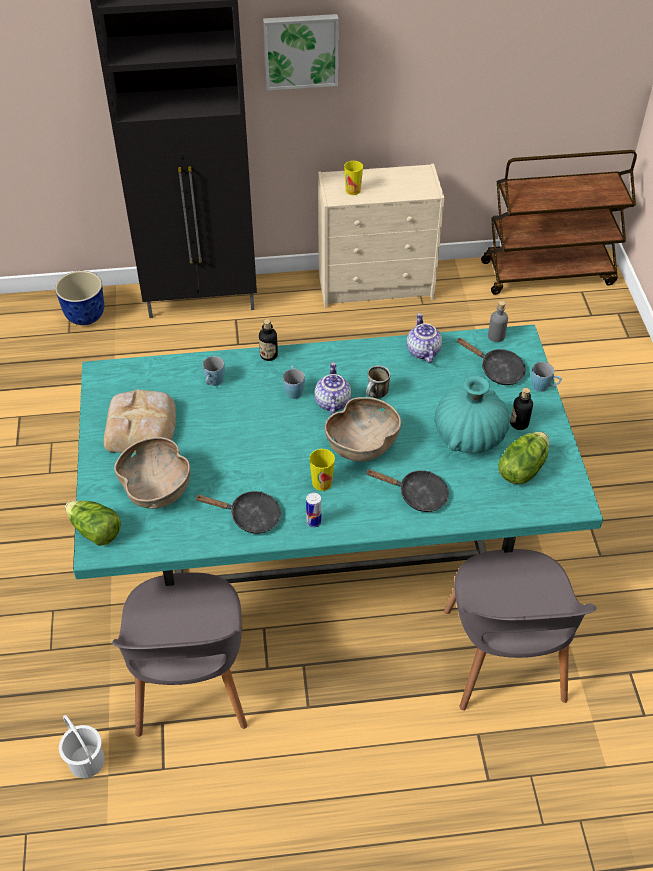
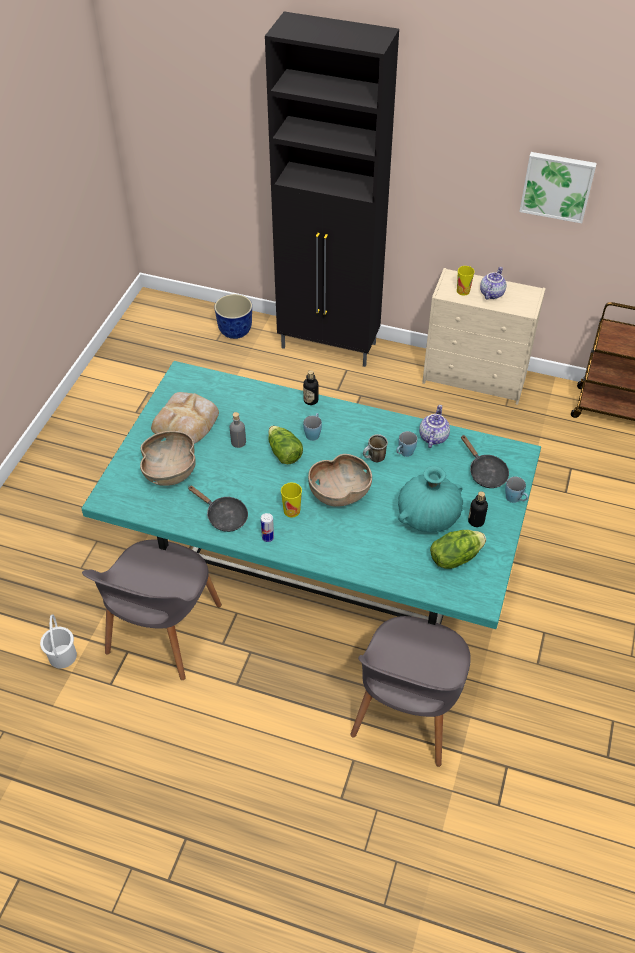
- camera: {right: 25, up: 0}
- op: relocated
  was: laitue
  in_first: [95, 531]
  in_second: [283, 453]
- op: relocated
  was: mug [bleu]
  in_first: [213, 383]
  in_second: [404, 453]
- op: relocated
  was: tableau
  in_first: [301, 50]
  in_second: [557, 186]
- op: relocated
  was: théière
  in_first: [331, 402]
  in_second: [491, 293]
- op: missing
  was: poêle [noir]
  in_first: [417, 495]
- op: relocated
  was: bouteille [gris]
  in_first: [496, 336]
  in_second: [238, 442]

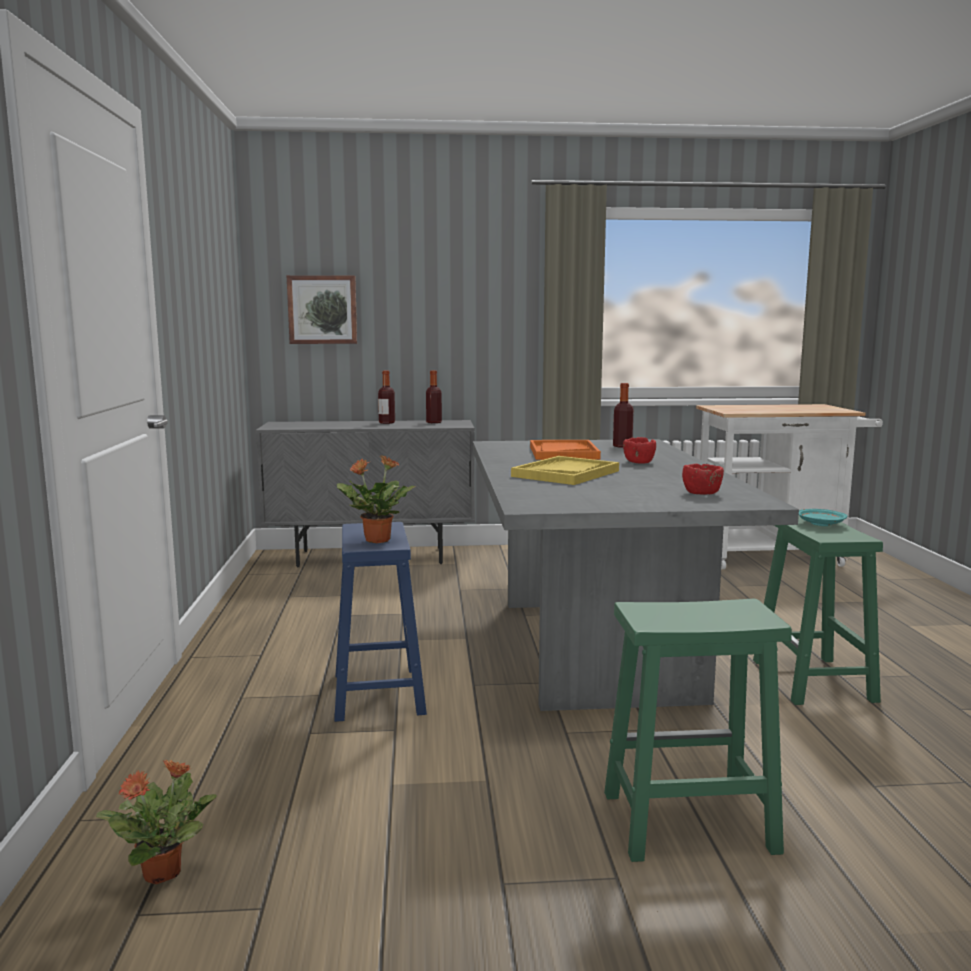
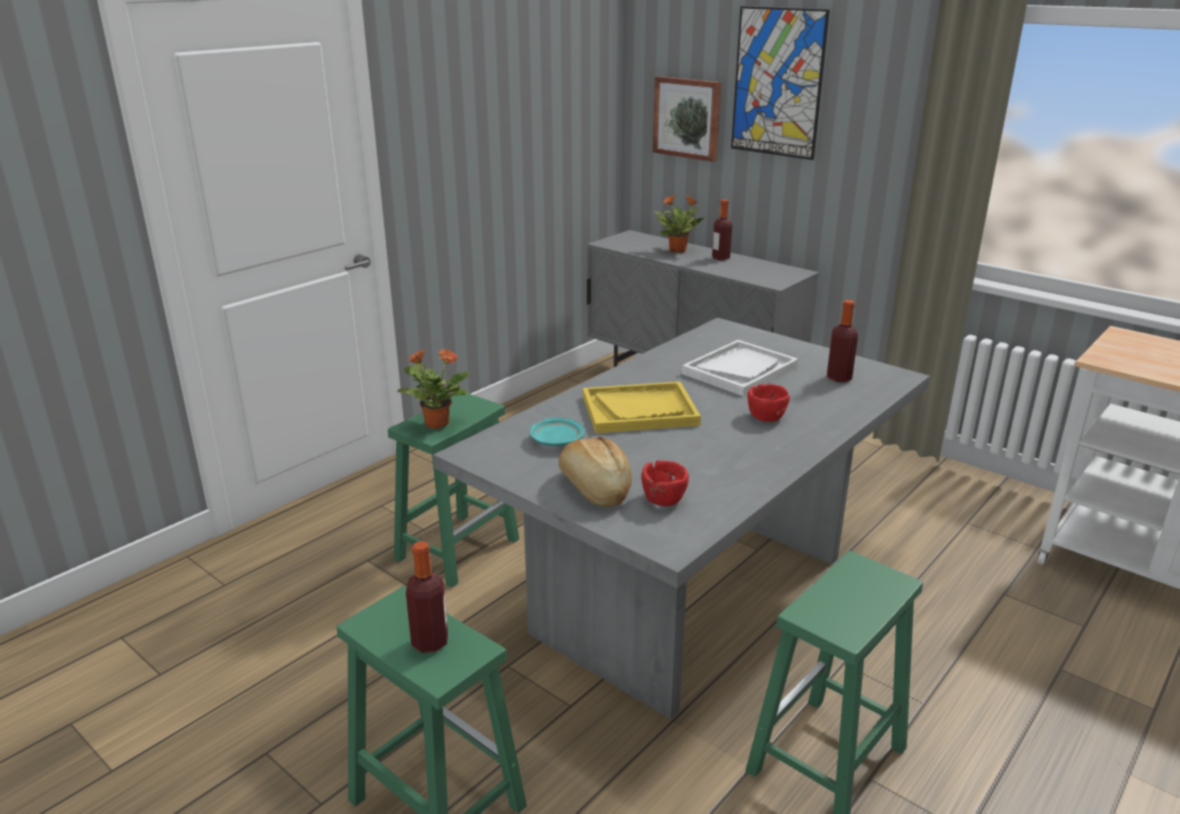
- camera: {right: 45, up: 15}
- op: relocated
  was: plante en pot
  in_first: [164, 872]
  in_second: [678, 250]
- op: colour
  was: tabouret [bleu]
  now: tabouret [vert]
  in_first: [378, 692]
  in_second: [458, 548]
- op: relocated
  was: bouteille
  in_first: [434, 422]
  in_second: [430, 642]
- op: colour
  was: plateau [orange]
  now: plateau [blanc]
  in_first: [563, 453]
  in_second: [740, 370]
- op: relocated
  was: assiette [turquoise]
  in_first: [820, 524]
  in_second: [556, 440]
- op: appeared
  now: pain
  in_second: [594, 489]
- op: appeared
  now: tableau
  in_second: [778, 83]

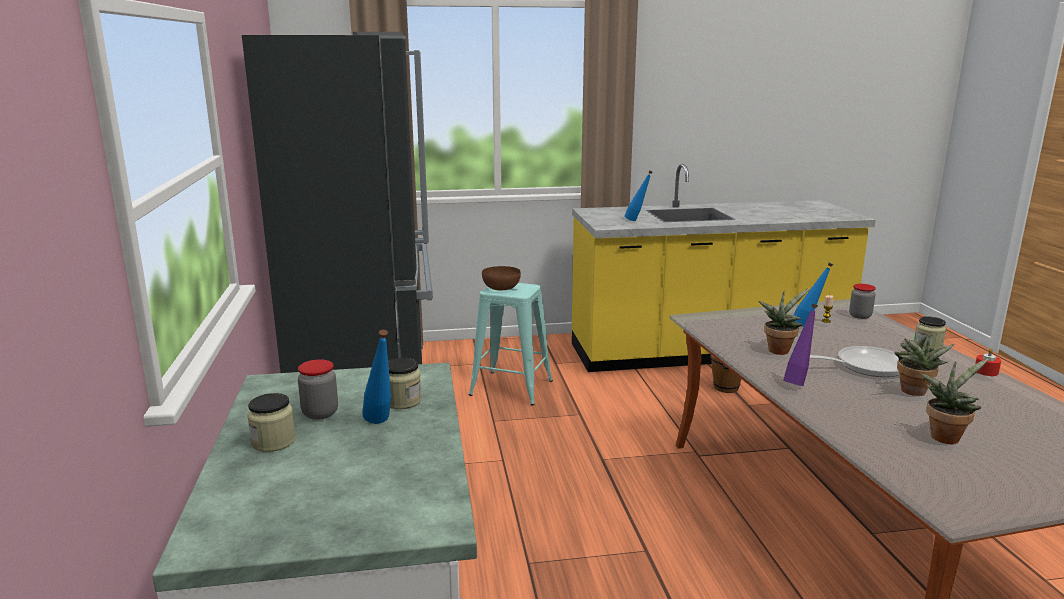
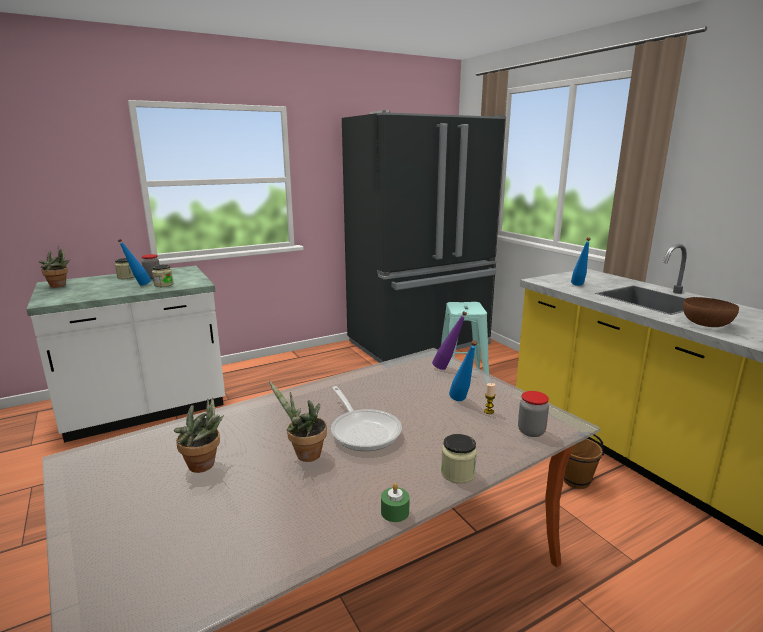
- camera: {right: 70, up: 0}
- op: relocated
  was: bol [marron]
  in_first: [501, 288]
  in_second: [705, 323]
- op: relocated
  was: plante en pot
  in_first: [779, 349]
  in_second: [60, 286]
- op: relocated
  was: bouteille [violet]
  in_first: [797, 383]
  in_second: [447, 369]
- op: colour
  was: bougie [rouge]
  now: bougie [vert]
  in_first: [986, 371]
  in_second: [395, 512]

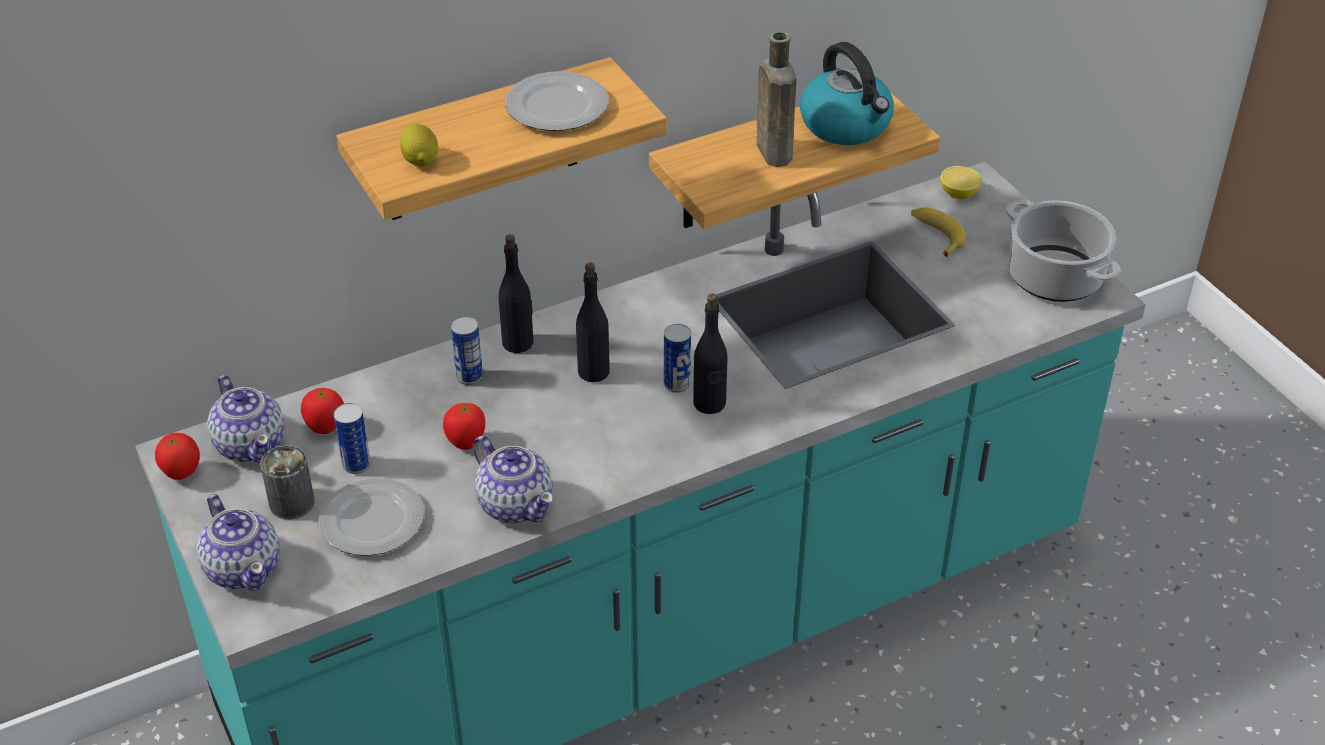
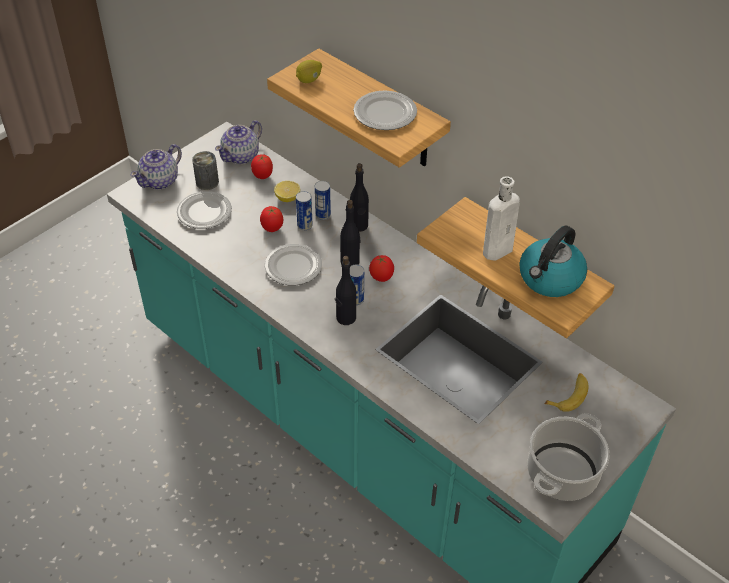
- camera: {right: 70, up: 5}
- op: relocated
  was: tomate
  in_first: [181, 473]
  in_second: [381, 278]
- op: relocated
  was: boîte métallique
  in_first: [356, 465]
  in_second: [304, 226]
- op: missing
  was: théière
  in_first: [515, 504]
- op: colour
  was: bouteille [marron]
  now: bouteille [blanc]
  in_first: [772, 150]
  in_second: [499, 249]
- op: relocated
  was: citron
  in_first: [958, 193]
  in_second: [287, 198]
- op: appeared
  now: assiette
  in_second: [293, 266]

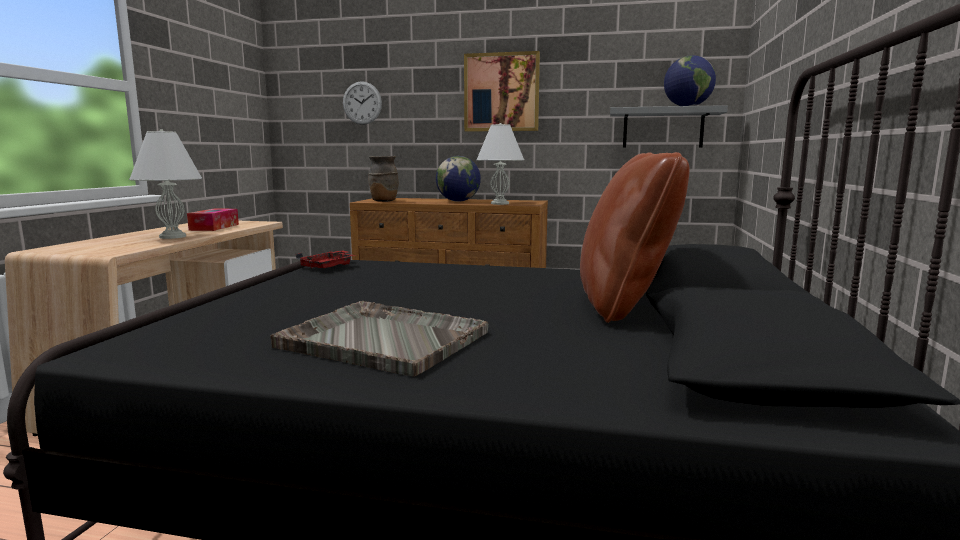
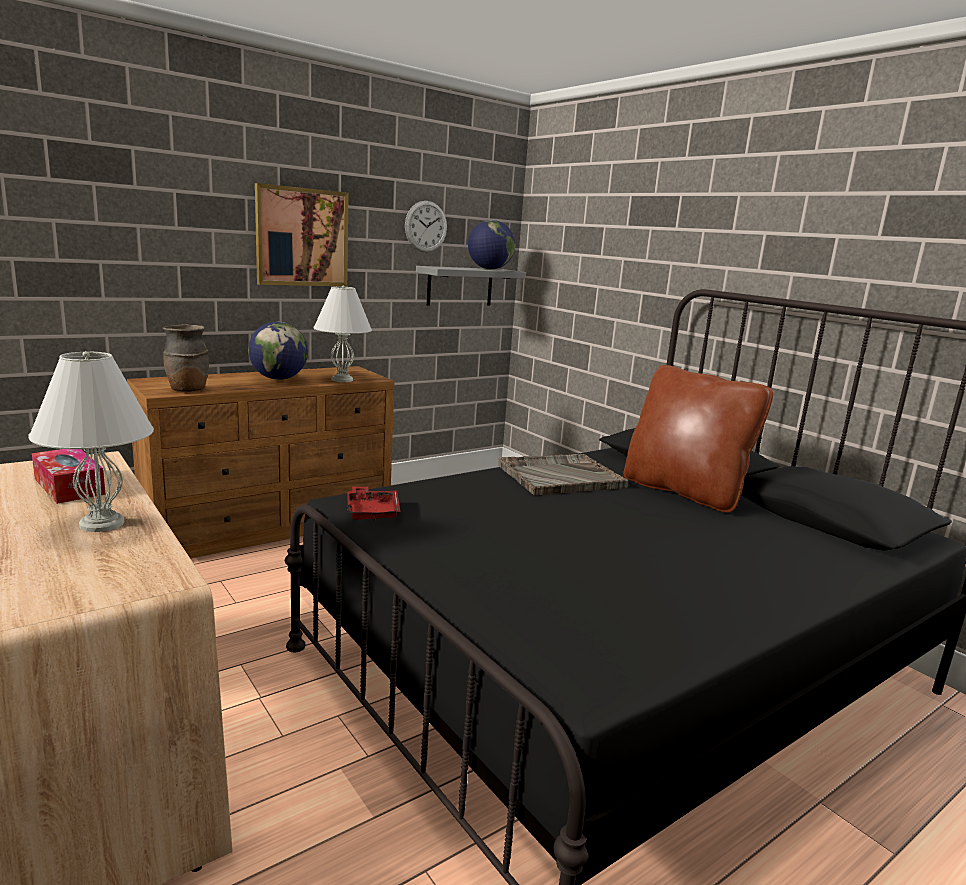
- camera: {right: -50, up: 5}
- op: relocated
  was: plateau [gris]
  in_first: [382, 339]
  in_second: [559, 476]
- op: relocated
  was: horloge murale
  in_first: [362, 103]
  in_second: [426, 226]

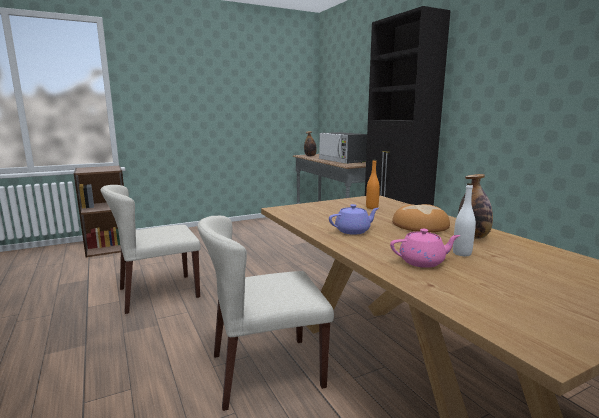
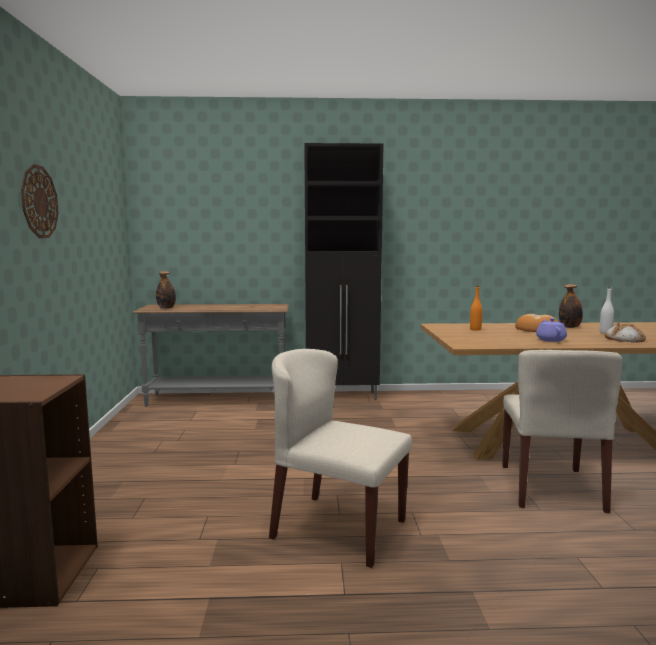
- camera: {right: -65, up: -5}
- op: spun
  was: chaise [beige]
  in_first: [158, 293]
  in_second: [337, 528]
  clockwise: 120
- op: missing
  was: micro-ondes
  in_first: [342, 161]
- op: exchanged
  was: théière [rose]
  now: pain
  in_first: [423, 262]
  in_second: [624, 339]
- op: appeared
  now: horloge murale
  in_second: [39, 202]

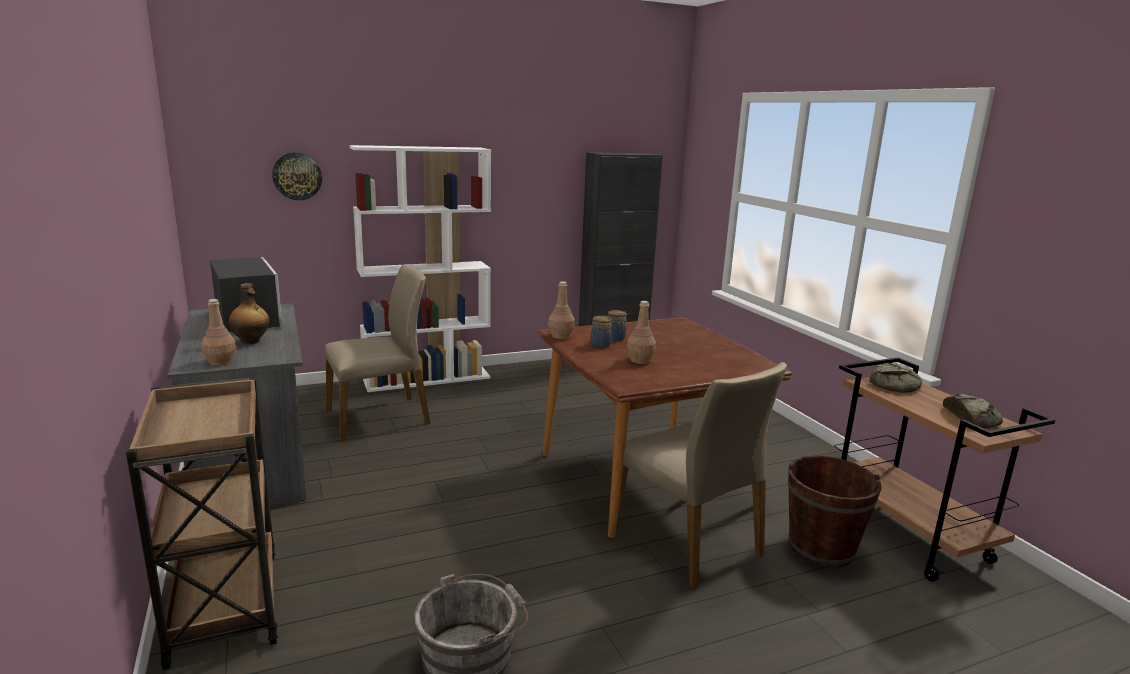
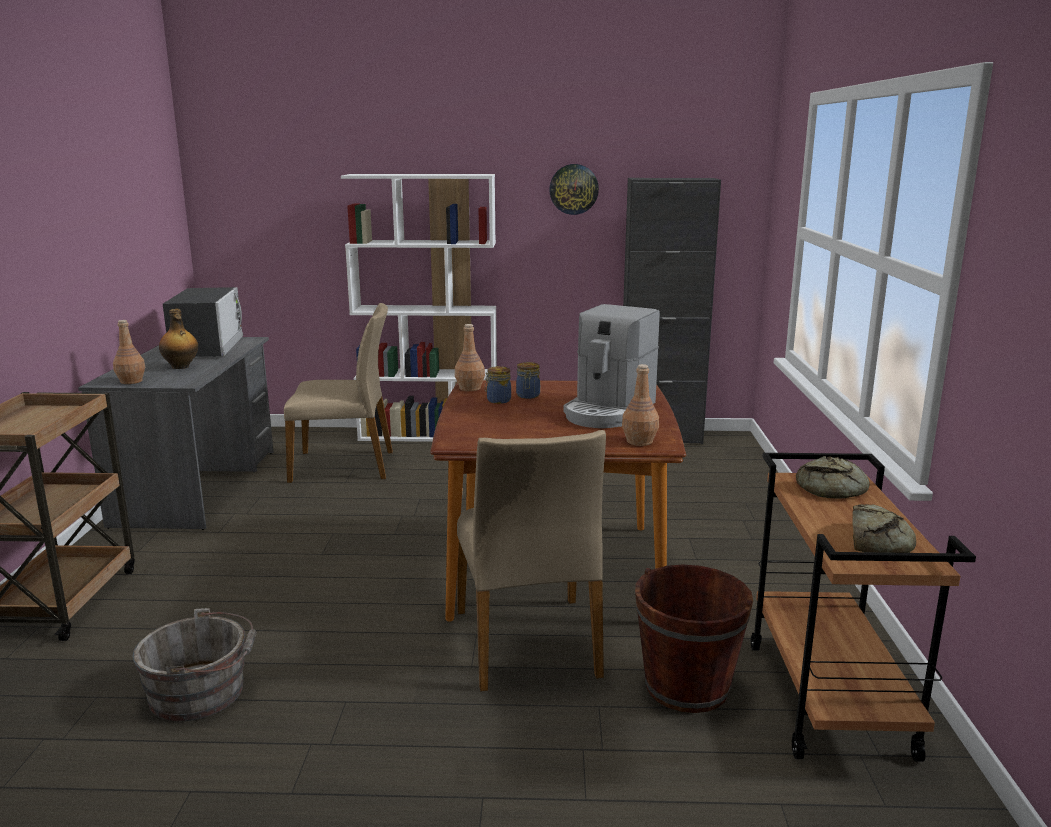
- camera: {right: 25, up: 0}
- op: relocated
  was: horloge murale
  in_first: [297, 176]
  in_second: [573, 189]
- op: relocated
  was: bouteille [marron]
  in_first: [640, 360]
  in_second: [639, 441]
- op: appeared
  now: machine à café
  in_second: [608, 411]

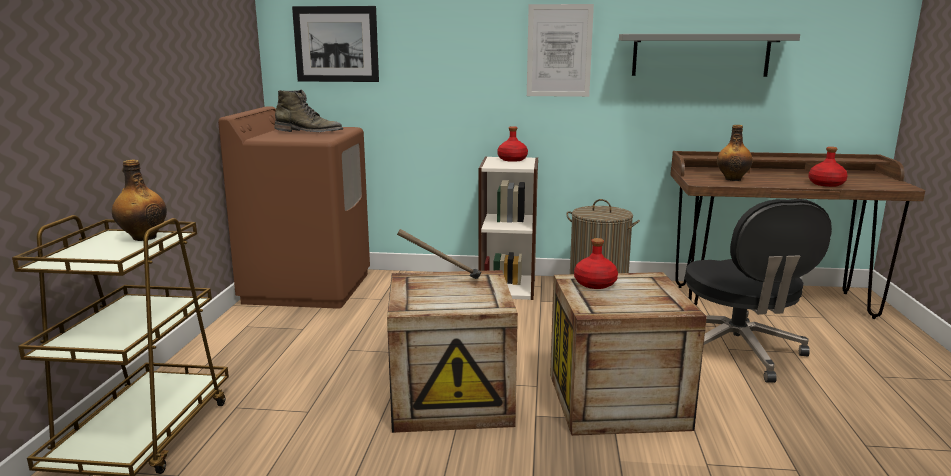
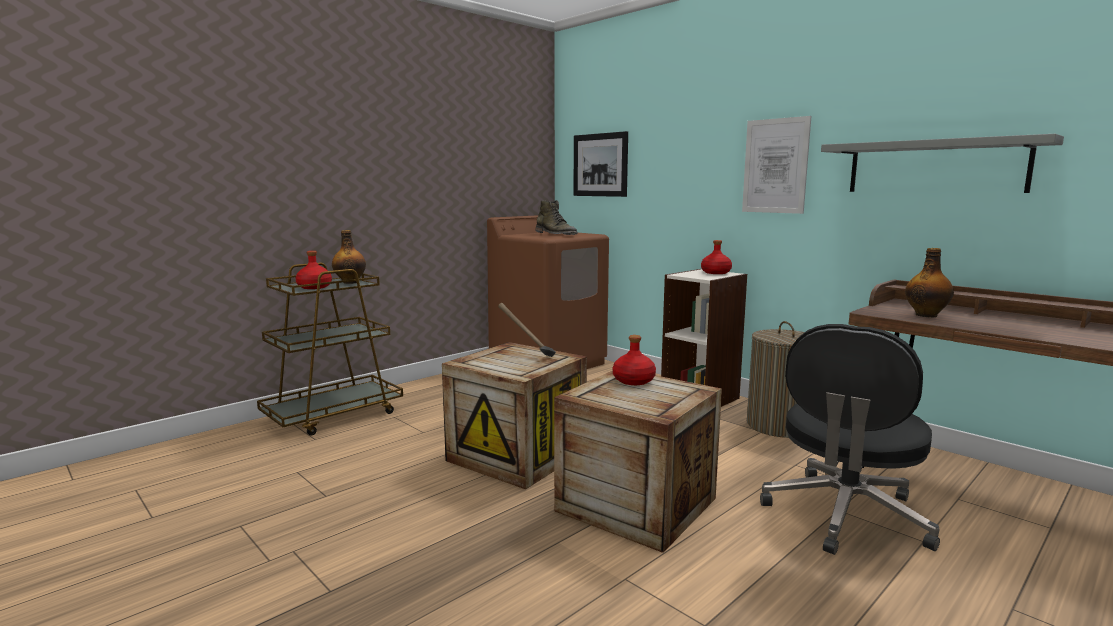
- camera: {right: 40, up: -5}
- op: relocated
  was: bouteille [rouge]
  in_first: [826, 184]
  in_second: [314, 287]

